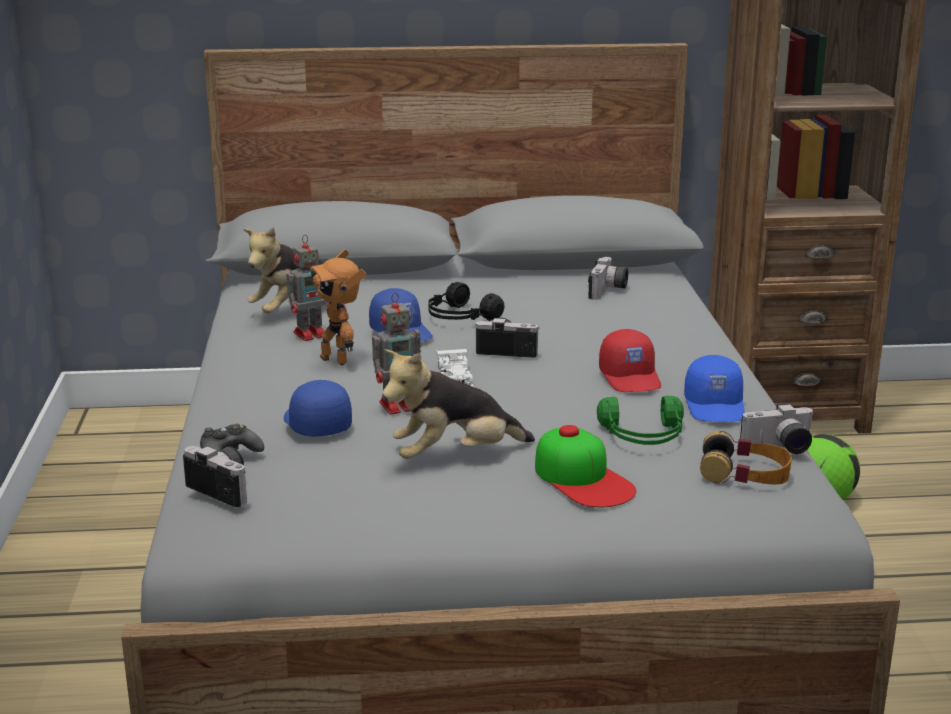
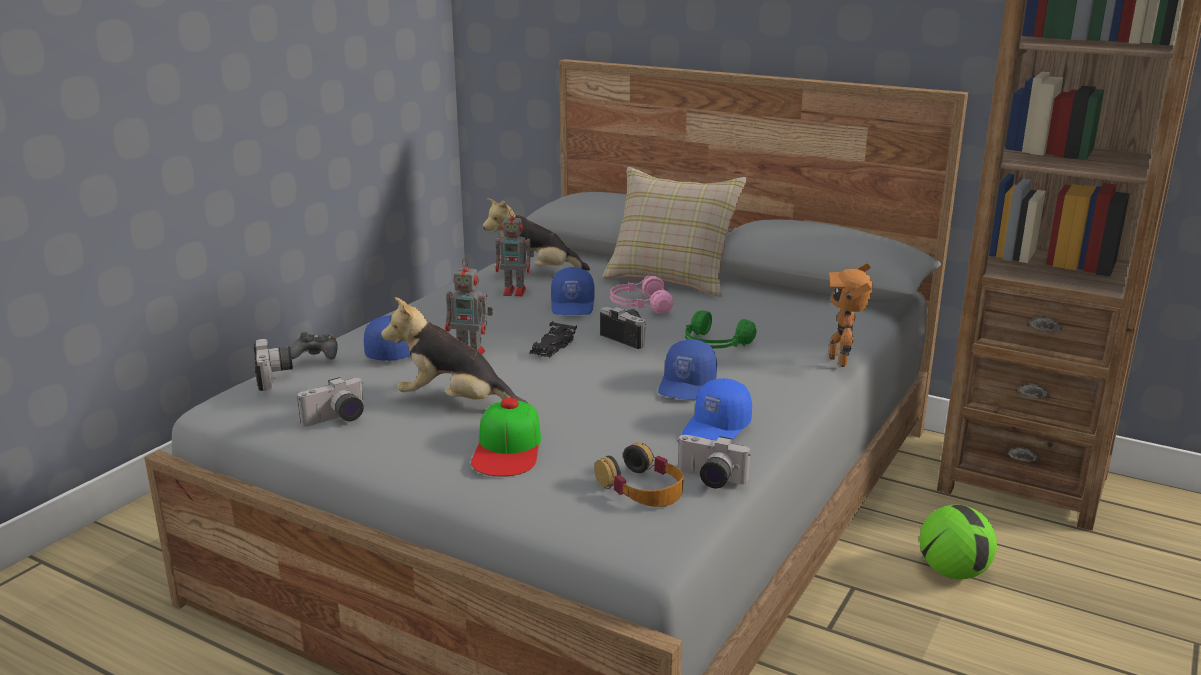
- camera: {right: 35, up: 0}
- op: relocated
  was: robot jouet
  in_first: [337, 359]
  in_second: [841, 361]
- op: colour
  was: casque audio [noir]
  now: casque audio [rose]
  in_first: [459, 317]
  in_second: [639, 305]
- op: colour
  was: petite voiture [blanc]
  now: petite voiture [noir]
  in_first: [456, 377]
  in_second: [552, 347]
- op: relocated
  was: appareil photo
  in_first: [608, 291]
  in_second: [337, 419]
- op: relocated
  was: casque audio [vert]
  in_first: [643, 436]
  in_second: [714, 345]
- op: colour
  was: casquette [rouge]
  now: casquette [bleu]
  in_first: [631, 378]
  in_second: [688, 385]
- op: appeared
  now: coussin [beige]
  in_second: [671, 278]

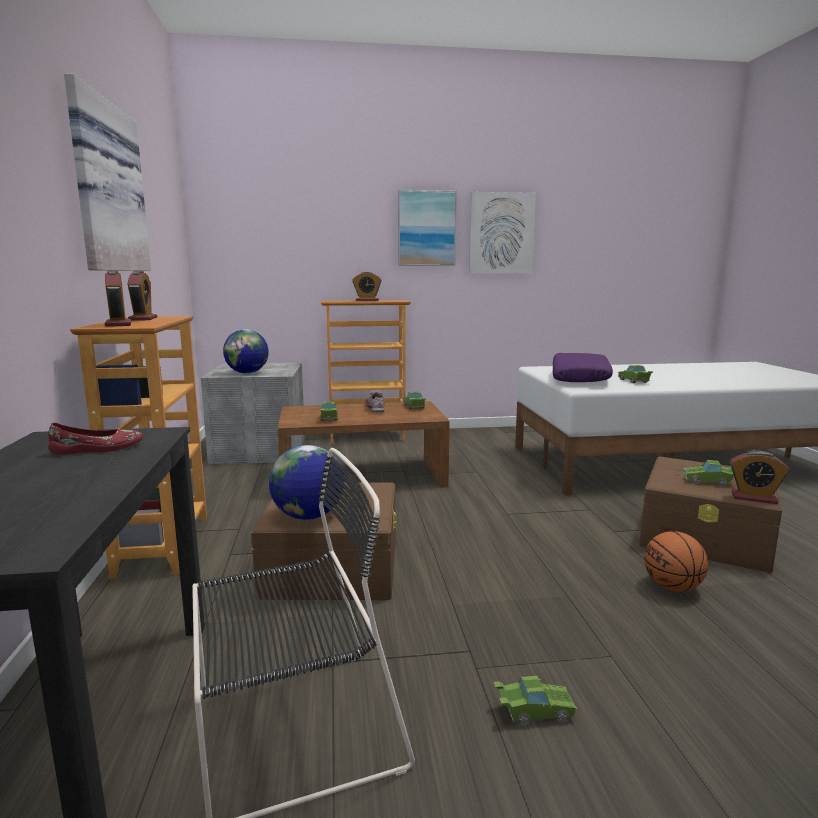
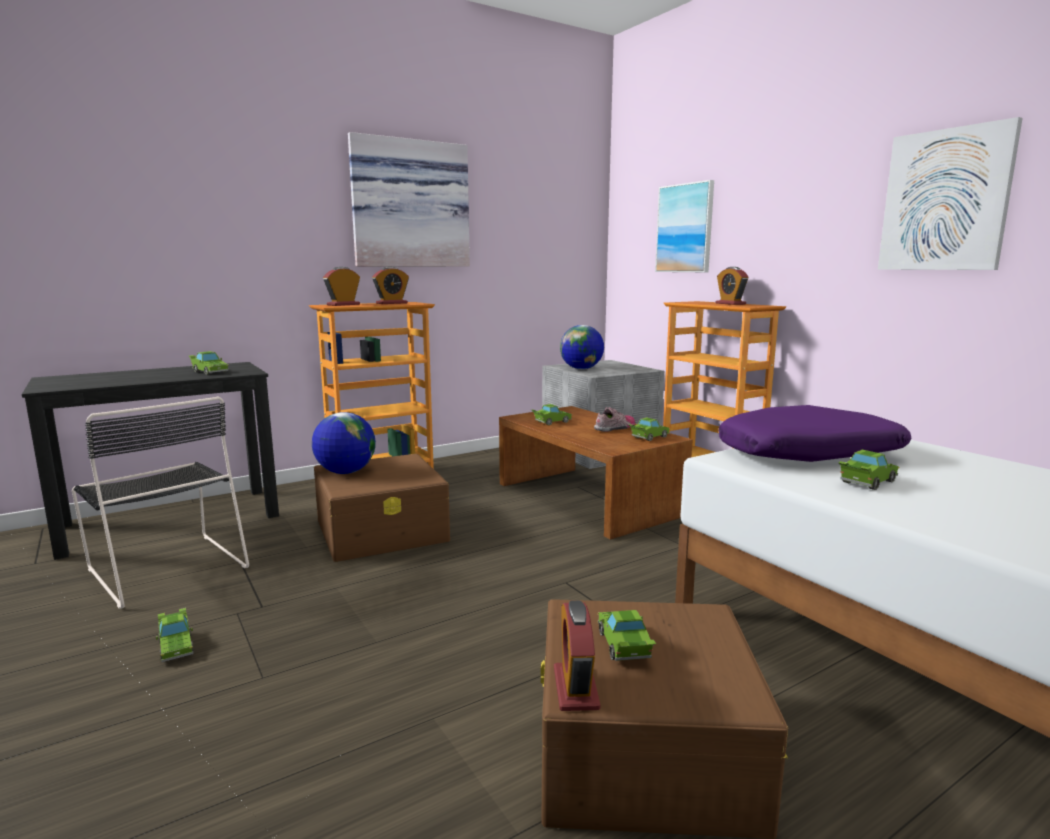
- camera: {right: 65, up: 0}
- op: exchanged
  was: chaussure [rouge]
  now: petite voiture [vert]
  in_first: [98, 449]
  in_second: [209, 372]
- op: relocated
  was: tableau
  in_first: [426, 228]
  in_second: [685, 228]
- op: missing
  was: ballon de basket
  in_first: [672, 587]

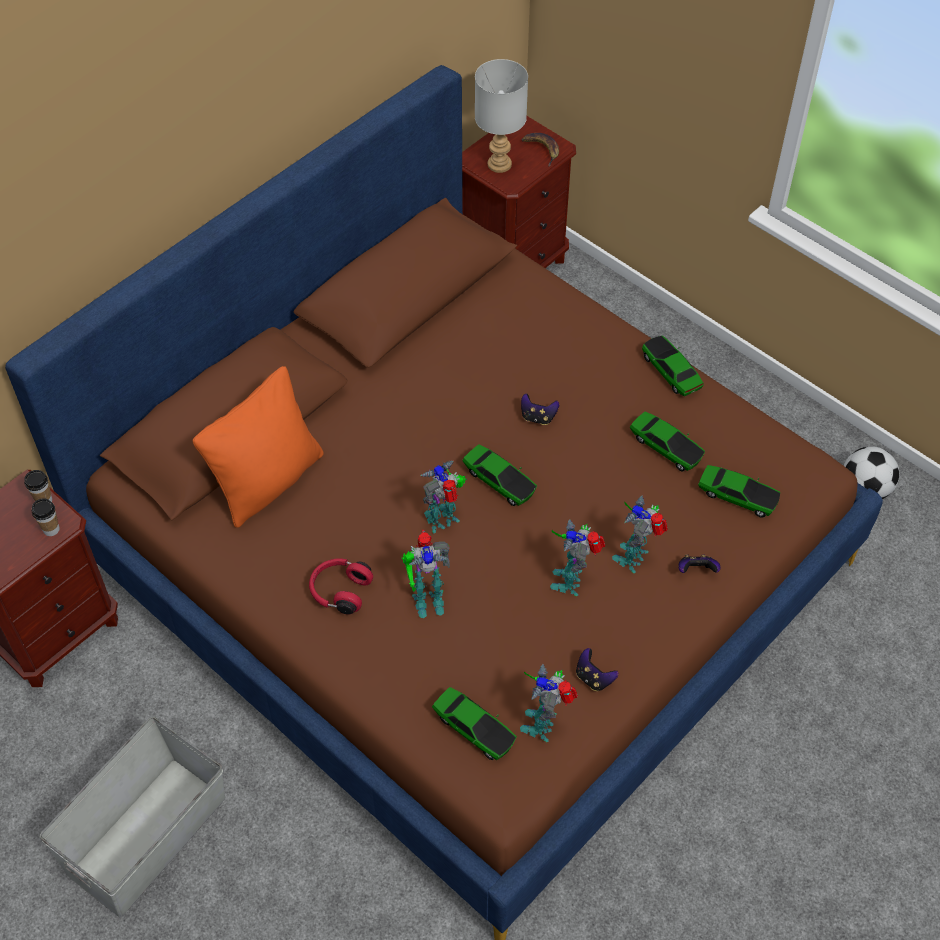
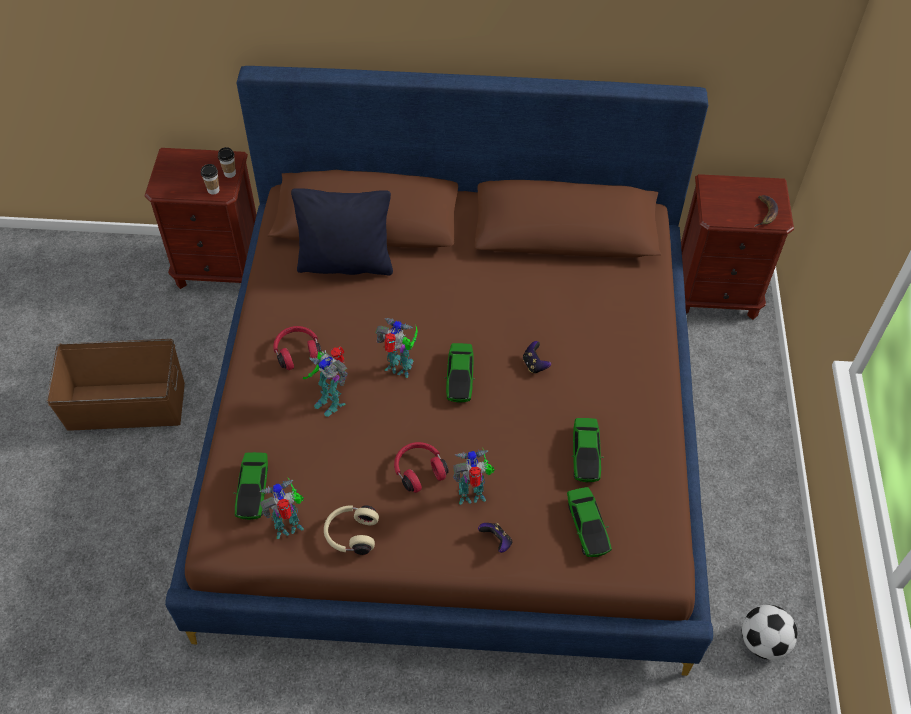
- camera: {right: 50, up: 0}
- op: colour
  was: boîte de rangement [gris]
  now: boîte de rangement [marron]
  in_first: [149, 836]
  in_second: [127, 406]
- op: colour
  was: coussin [orange]
  now: coussin [noir]
  in_first: [268, 481]
  in_second: [346, 263]
- op: missing
  was: lampe de table [gris]
  in_first: [500, 165]
- op: exchanged
  was: robot jouet
  now: casque audio [rouge]
  in_first: [571, 580]
  in_second: [419, 470]
- op: exchanged
  was: manette
  now: casque audio [beige]
  in_first: [593, 678]
  in_second: [351, 534]
- op: missing
  was: petite voiture
  in_first: [671, 372]

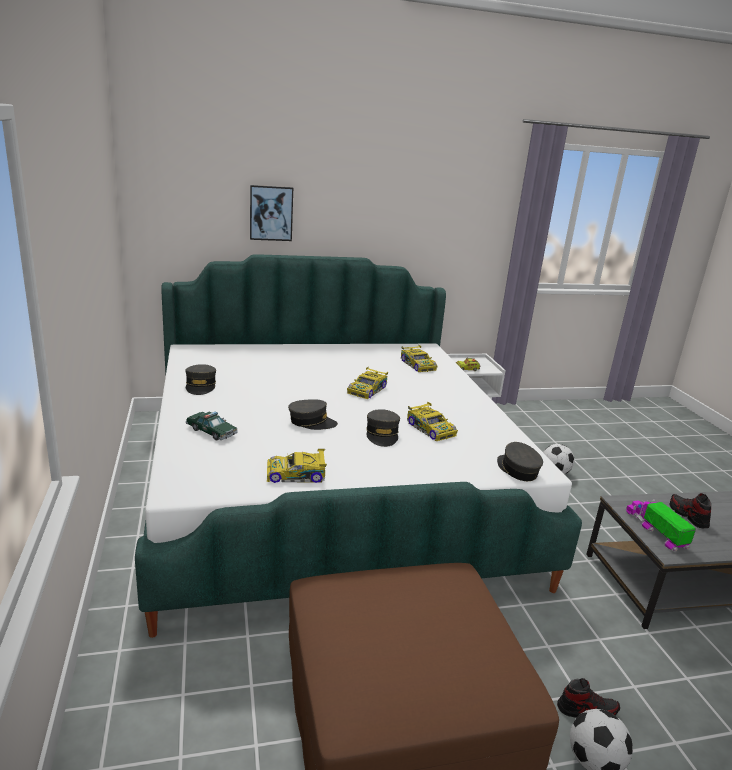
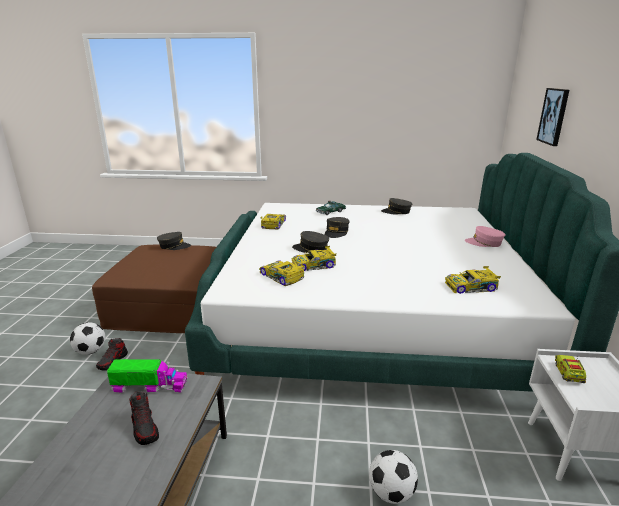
- camera: {right: 110, up: 0}
- op: relocated
  was: petite voiture
  in_first: [367, 389]
  in_second: [282, 277]
- op: relocated
  was: casquette [gris]
  in_first: [517, 469]
  in_second: [174, 246]
- op: spun
  was: chaussure
  in_first: [688, 516]
  in_second: [145, 428]
  clockwise: 60
- op: appeared
  now: casquette [rose]
  in_second: [484, 243]

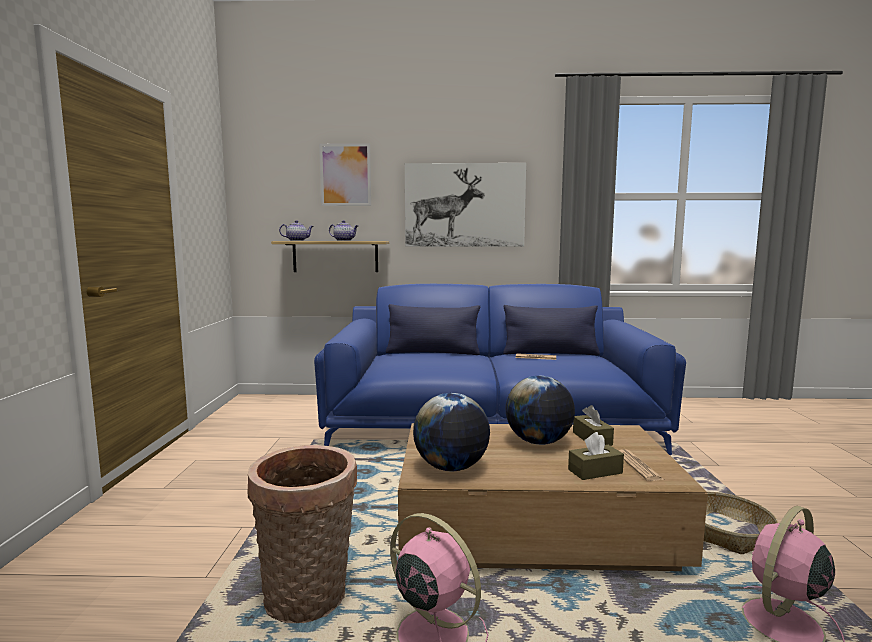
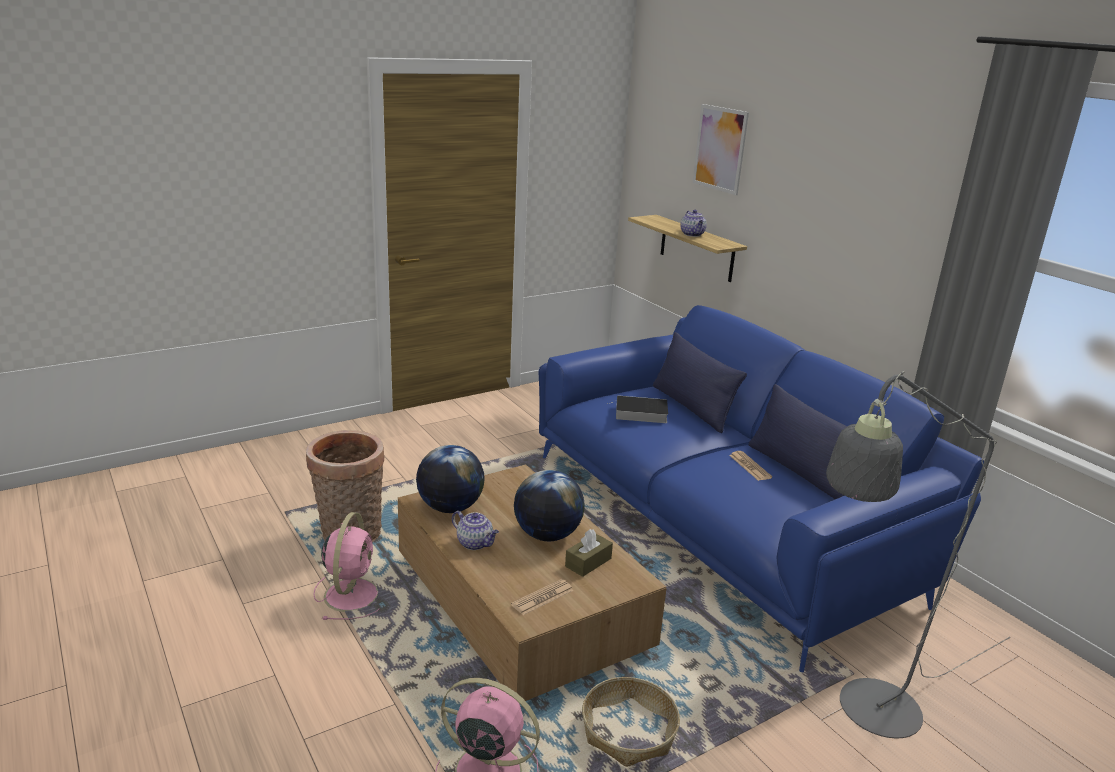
- camera: {right: 55, up: 15}
- op: relocated
  was: théière
  in_first: [297, 240]
  in_second: [475, 543]
- op: missing
  was: tableau
  in_first: [464, 205]
- op: missing
  was: boîte à mouchoirs [marron]
  in_first: [595, 471]
- op: appeared
  now: livre
  in_second: [639, 413]
- op: appeared
  now: lampadaire [gris]
  in_second: [866, 716]

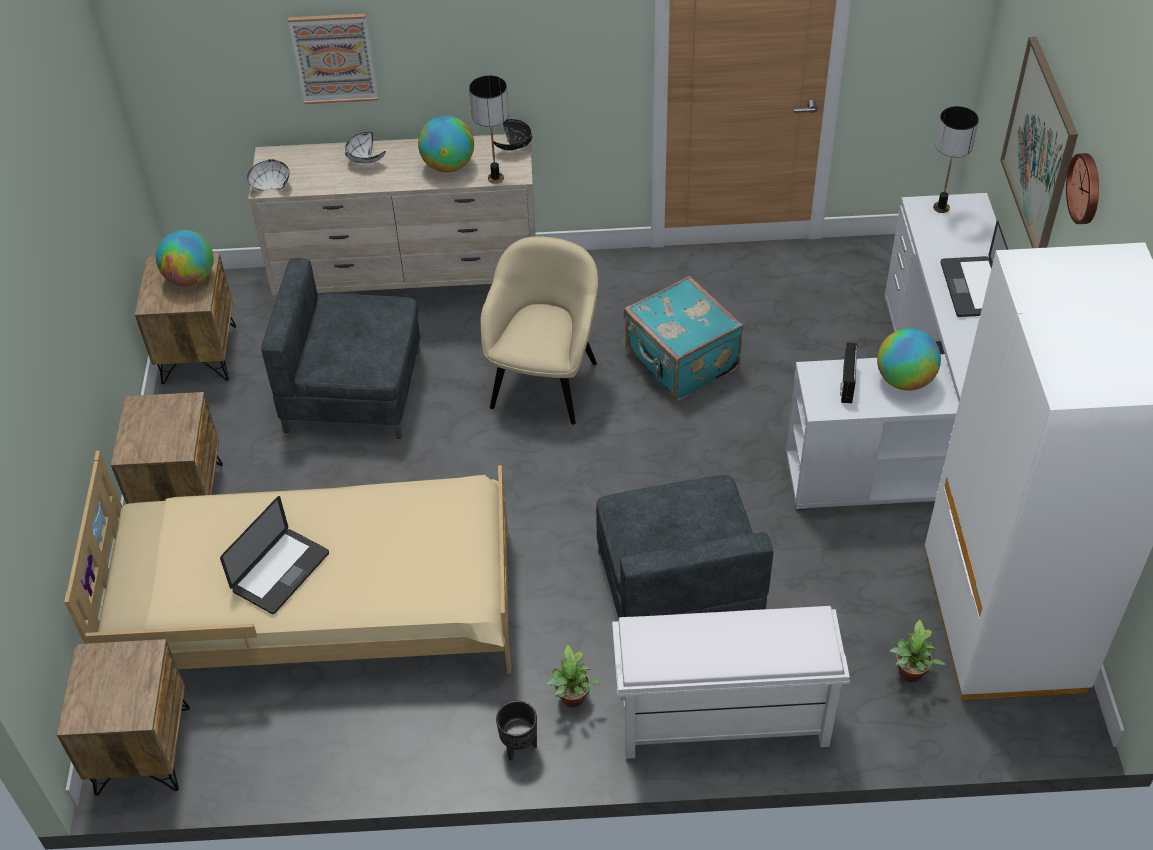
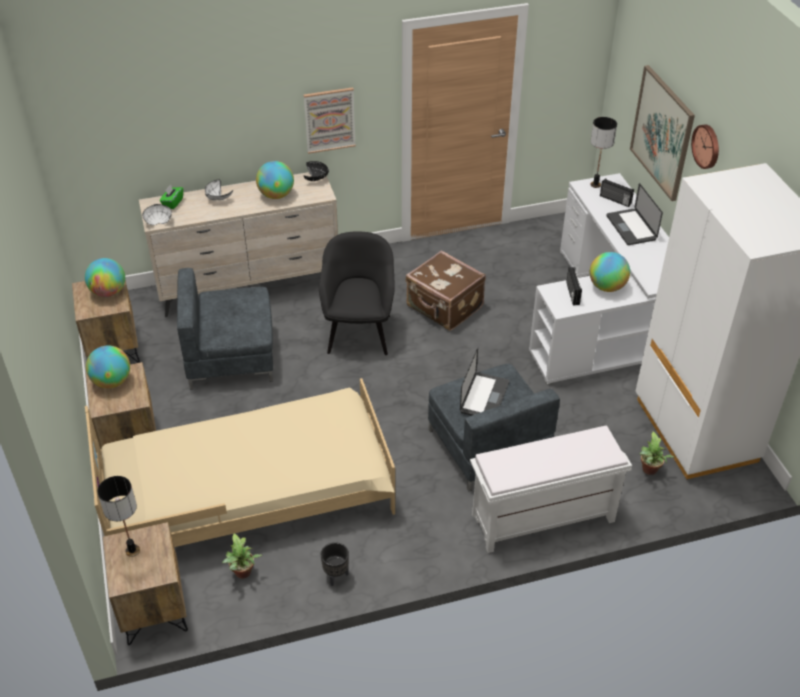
- camera: {right: -15, up: -5}
- op: relocated
  was: ordinateur portable
  in_first: [281, 572]
  in_second: [484, 397]
- op: relocated
  was: tableau
  in_first: [334, 58]
  in_second: [329, 120]
- op: relocated
  was: lampe de table
  in_first: [495, 178]
  in_second: [132, 550]
- op: colour
  was: fauteuil [beige]
  now: fauteuil [noir]
  in_first: [545, 382]
  in_second: [359, 332]
- op: relocated
  was: cache-pot [noir]
  in_first: [520, 746]
  in_second: [336, 576]
- op: relocated
  was: plante en pot
  in_first: [573, 701]
  in_second: [243, 574]
- op: colour
  was: valise [turquoise]
  now: valise [marron]
  in_first: [680, 362]
  in_second: [444, 307]
- op: appeared
  now: globe
  in_second: [112, 381]
- op: appeared
  now: boîte à mouchoirs [vert]
  in_second: [172, 203]
- op: appeared
  now: radio
  in_second: [615, 200]

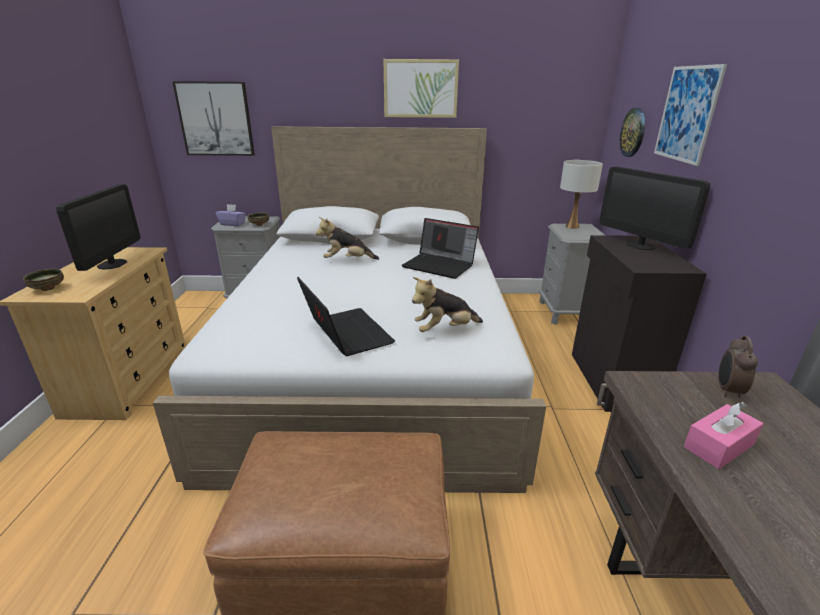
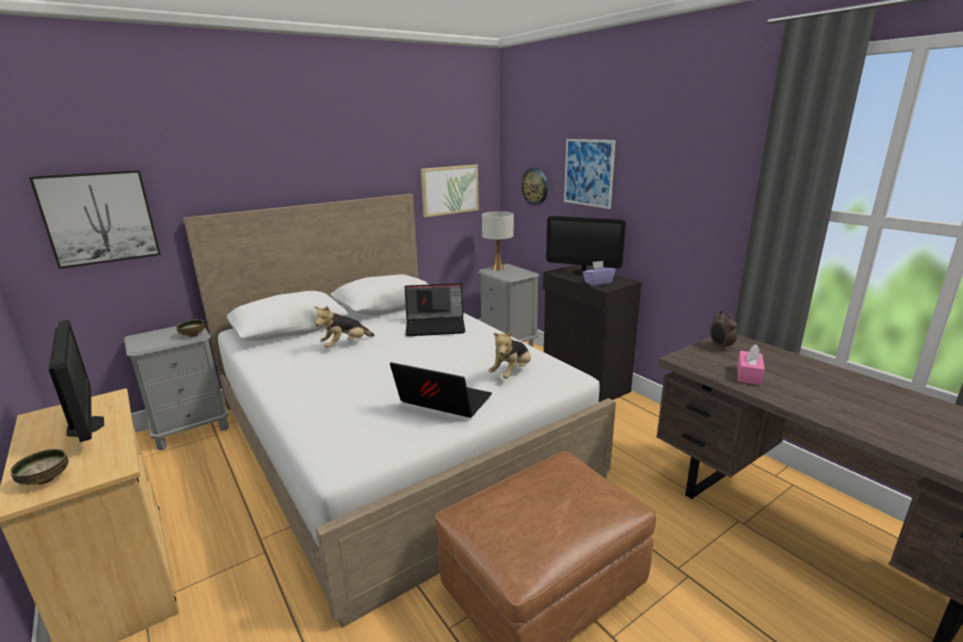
- camera: {right: -35, up: -5}
- op: relocated
  was: boîte à mouchoirs [violet]
  in_first: [233, 224]
  in_second: [597, 283]
- op: relocated
  was: tableau
  in_first: [420, 89]
  in_second: [450, 190]

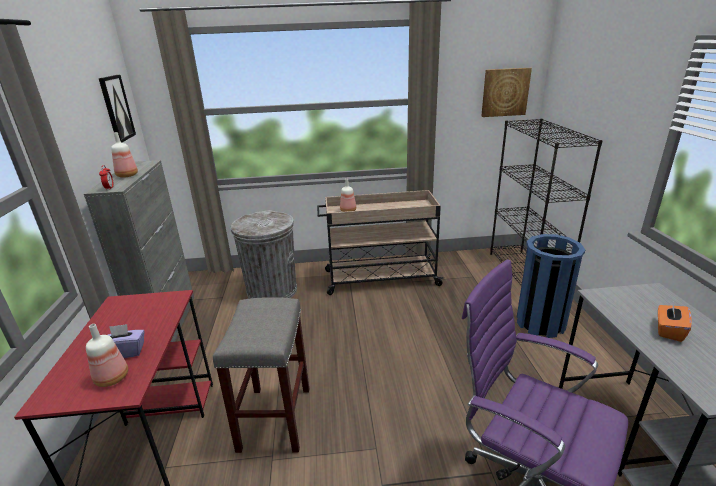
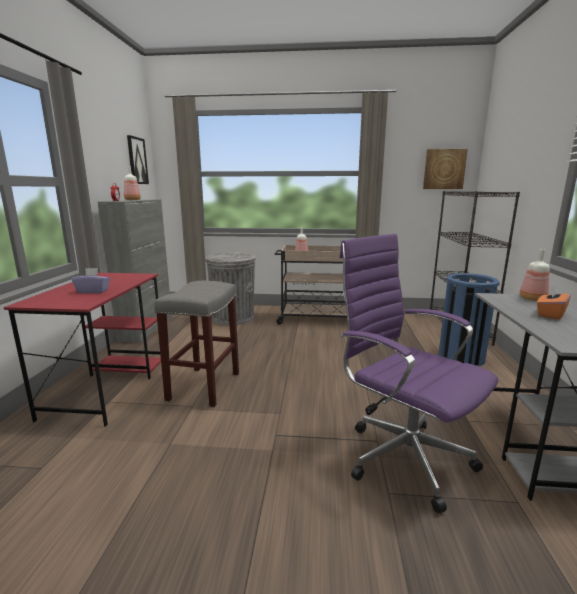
- camera: {right: 10, up: -10}
- op: relocated
  was: bouteille
  in_first: [111, 378]
  in_second: [531, 298]

